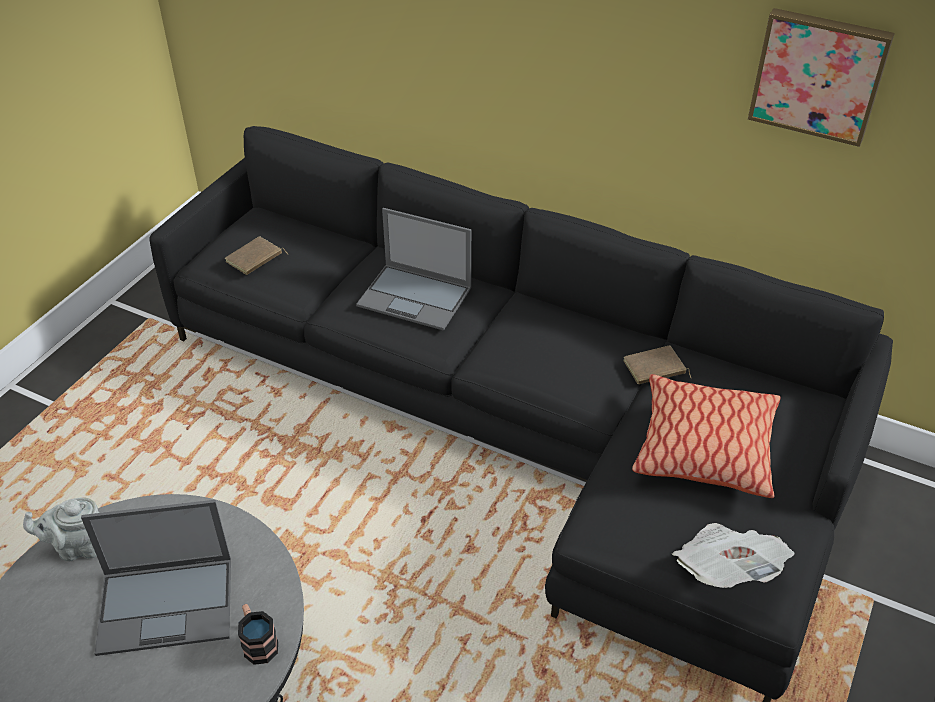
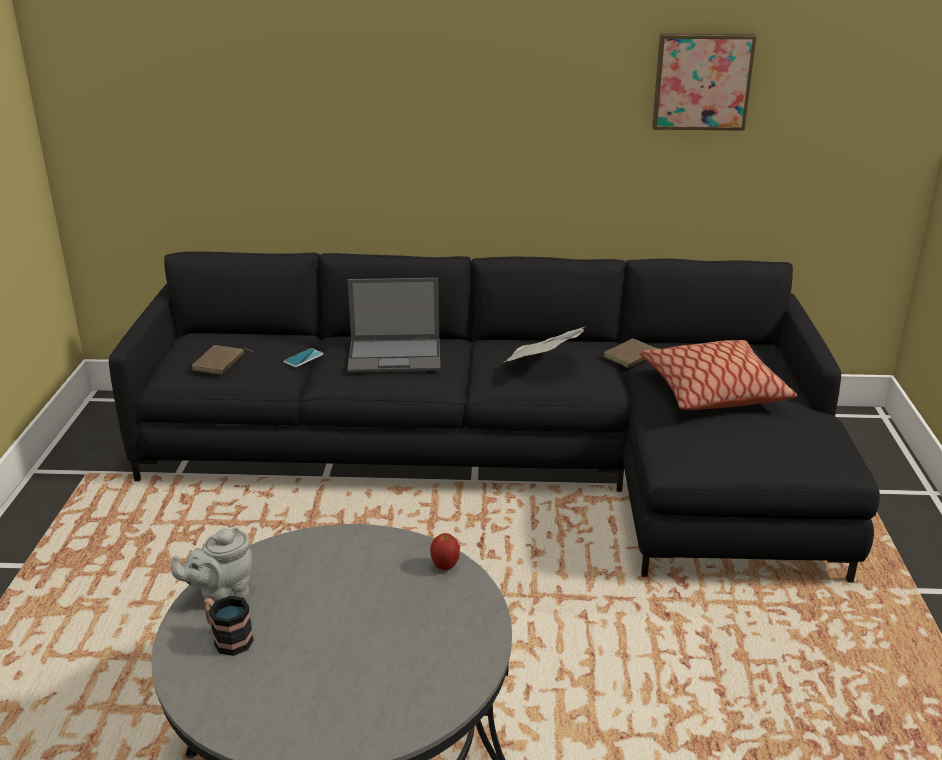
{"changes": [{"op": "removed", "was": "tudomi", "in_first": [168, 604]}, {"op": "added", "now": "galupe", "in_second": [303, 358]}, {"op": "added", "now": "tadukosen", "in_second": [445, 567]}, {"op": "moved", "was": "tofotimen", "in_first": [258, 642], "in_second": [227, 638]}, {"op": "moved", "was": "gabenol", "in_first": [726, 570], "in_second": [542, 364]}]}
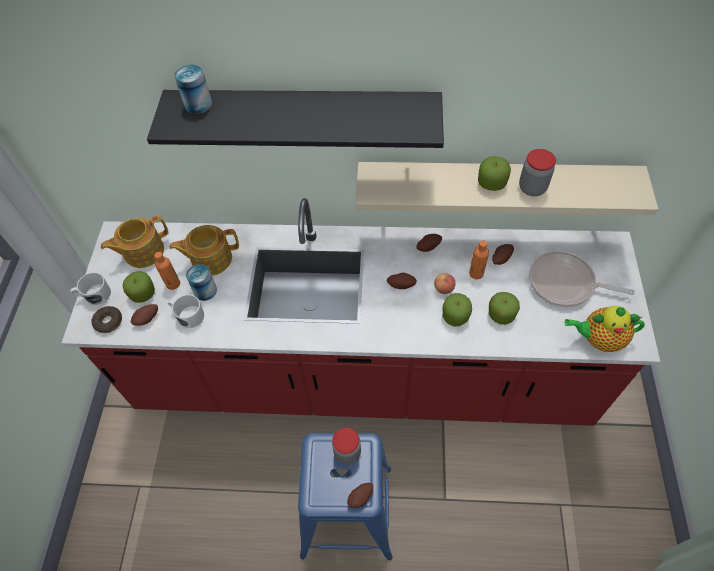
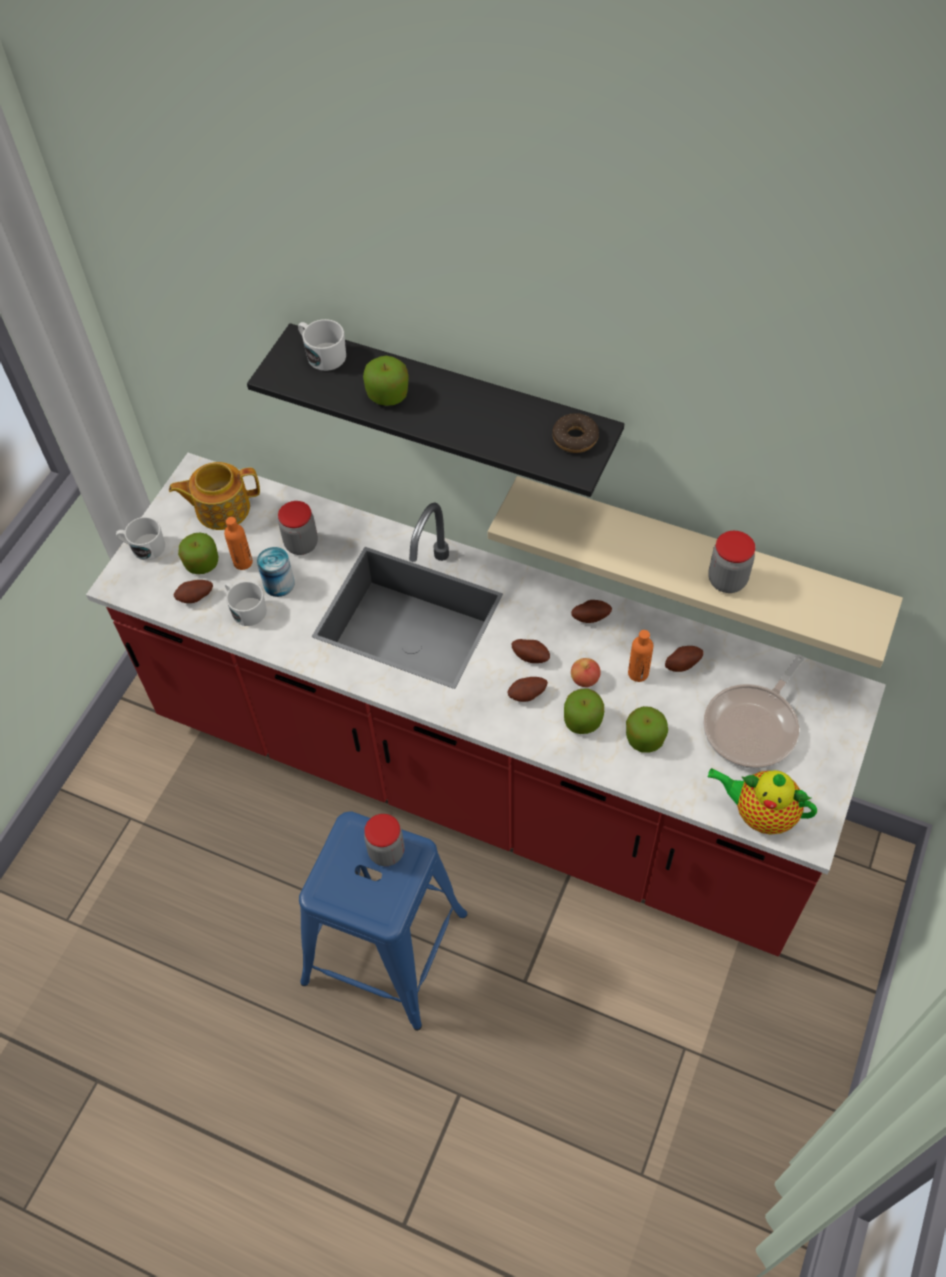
{"changes": [{"op": "moved", "was": "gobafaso", "in_first": [108, 322], "in_second": [575, 438]}, {"op": "moved", "was": "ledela", "in_first": [361, 497], "in_second": [527, 695]}, {"op": "moved", "was": "tadukosen", "in_first": [491, 183], "in_second": [388, 395]}, {"op": "replaced", "was": "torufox", "now": "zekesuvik", "in_first": [210, 259], "in_second": [301, 544]}, {"op": "replaced", "was": "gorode", "now": "white_tofotimen", "in_first": [198, 104], "in_second": [322, 355]}, {"op": "turned", "was": "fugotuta", "in_first": [565, 284], "in_second": [753, 726], "clockwise": -90}]}
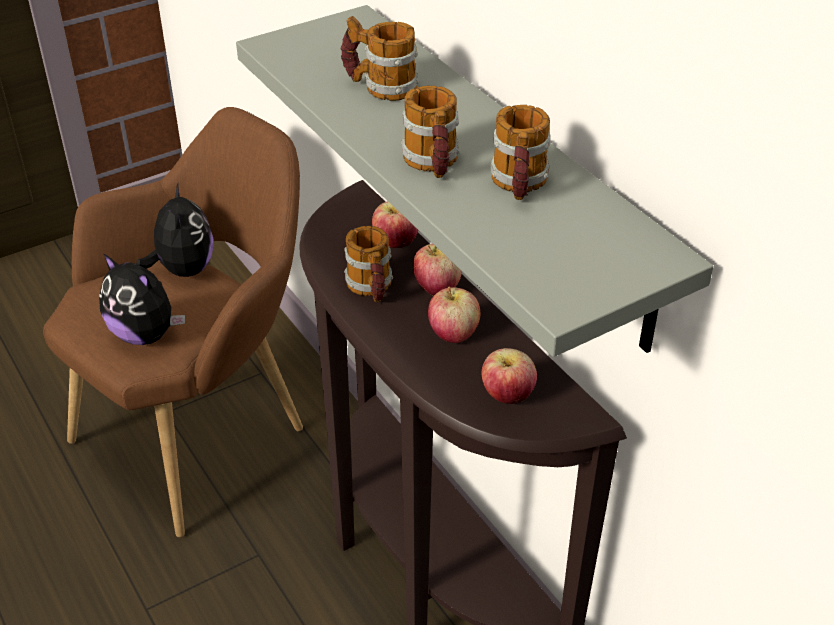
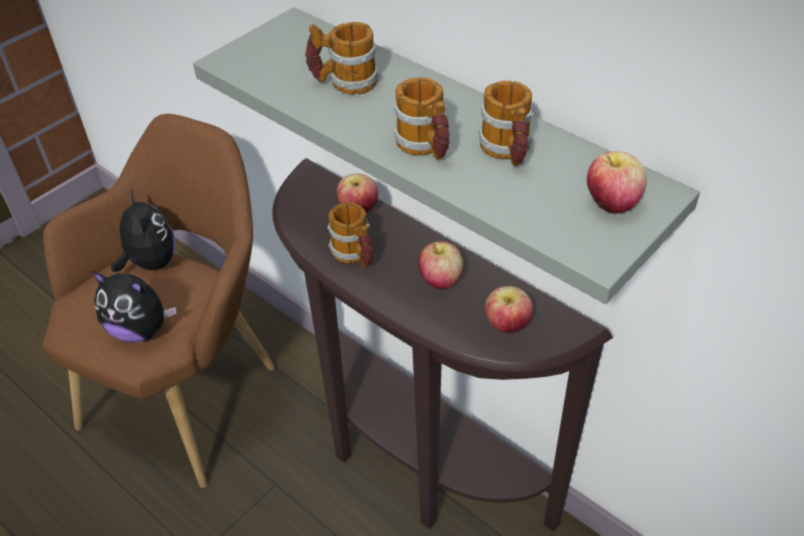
{"changes": [{"op": "moved", "was": "tadukosen", "in_first": [437, 288], "in_second": [611, 204]}]}
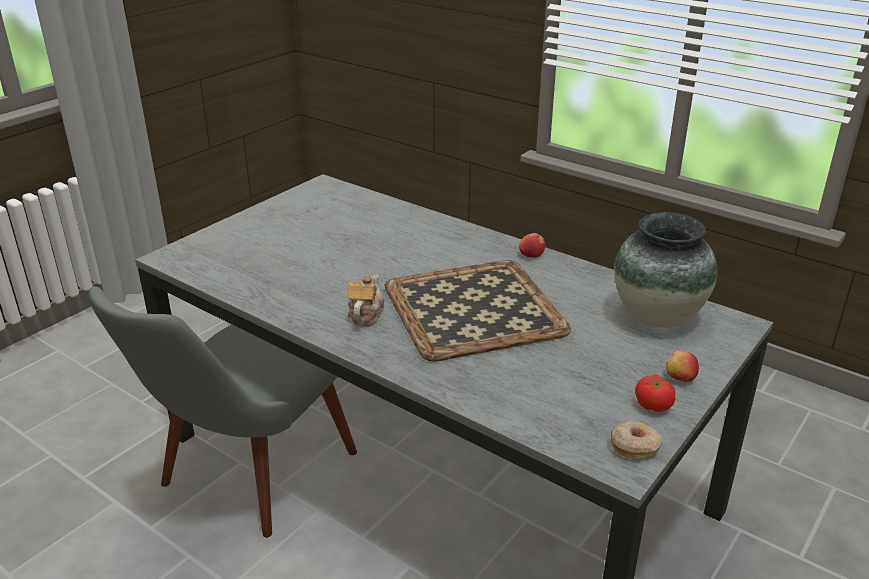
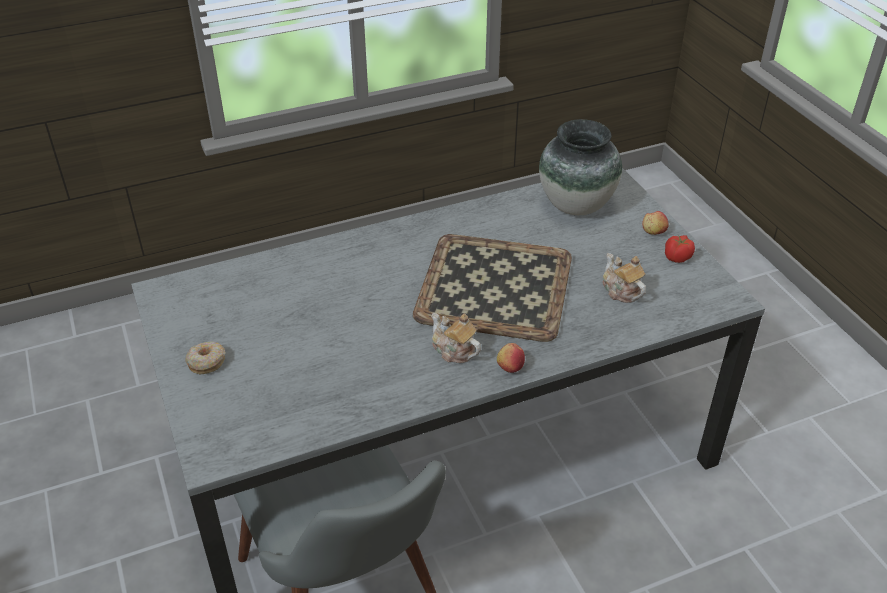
{"changes": [{"op": "added", "now": "torufox", "in_second": [621, 291]}, {"op": "moved", "was": "tadukosen", "in_first": [531, 255], "in_second": [510, 366]}, {"op": "moved", "was": "gobafaso", "in_first": [634, 446], "in_second": [206, 362]}]}
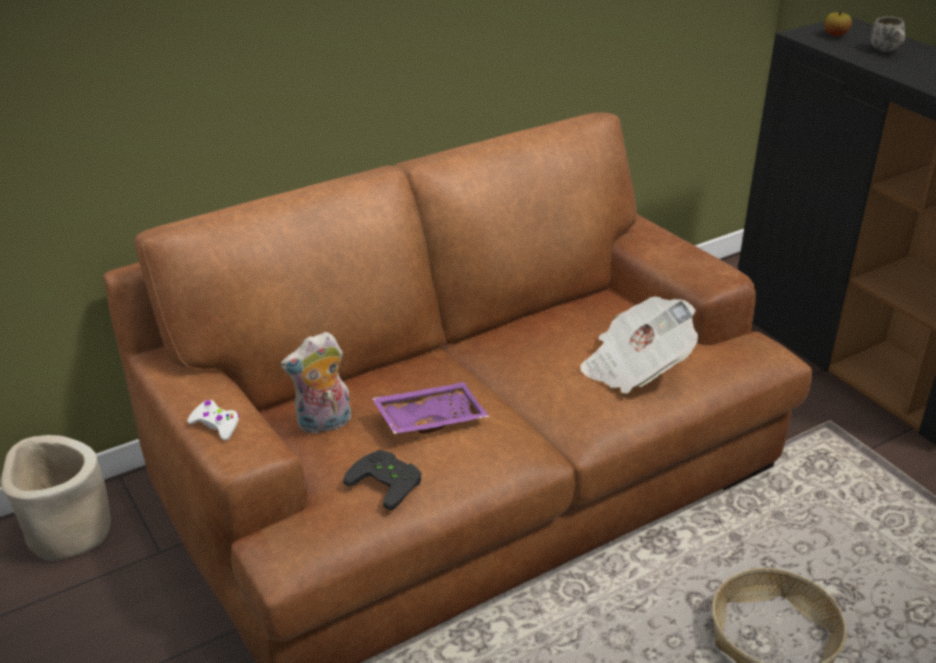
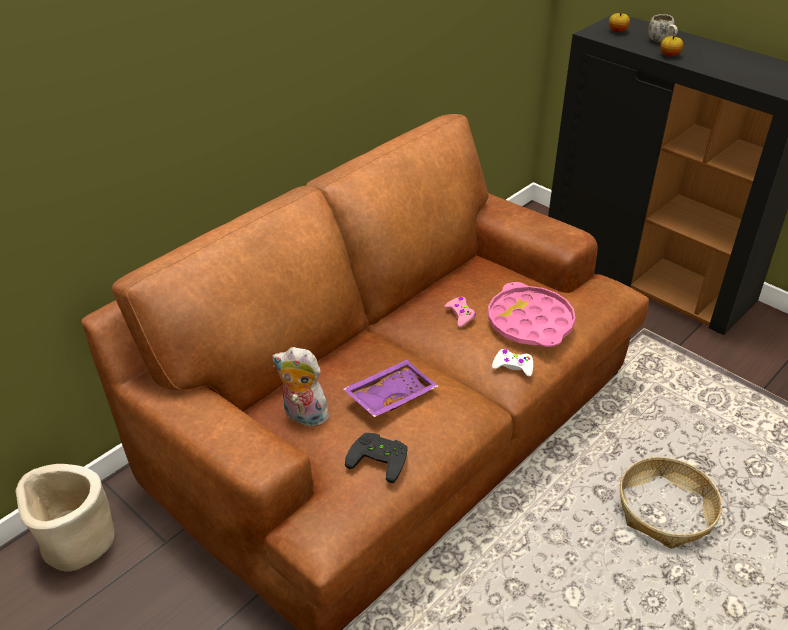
{"changes": [{"op": "added", "now": "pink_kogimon", "in_second": [460, 315]}, {"op": "added", "now": "tadukosen", "in_second": [669, 55]}, {"op": "moved", "was": "white_kogimon", "in_first": [216, 425], "in_second": [513, 366]}, {"op": "replaced", "was": "gabenol", "now": "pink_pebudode", "in_first": [635, 368], "in_second": [530, 322]}, {"op": "turned", "was": "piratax", "in_first": [323, 424], "in_second": [303, 416], "clockwise": 60}]}
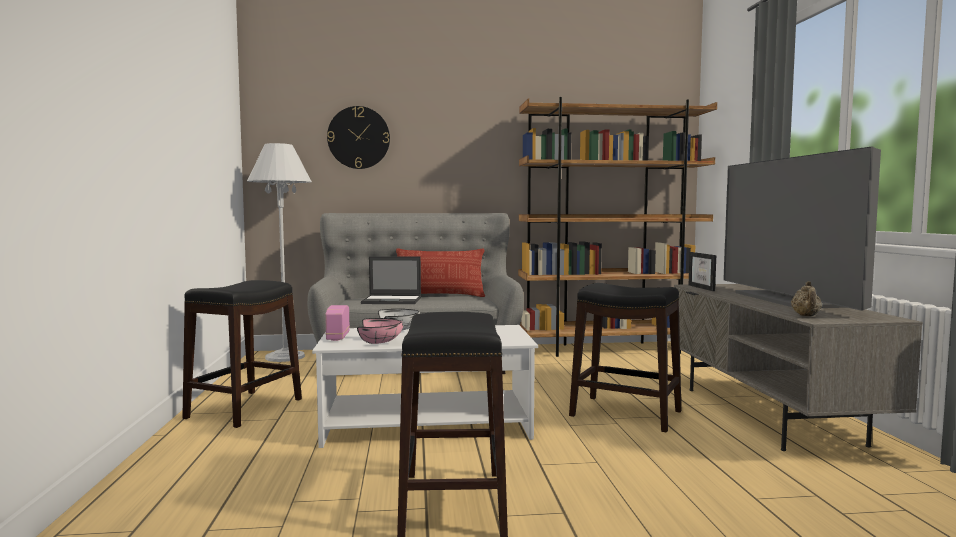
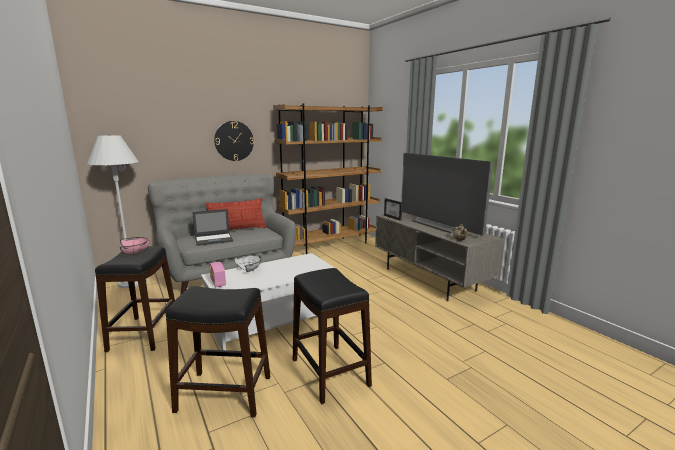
{"changes": [{"op": "moved", "was": "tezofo", "in_first": [358, 137], "in_second": [234, 141]}, {"op": "moved", "was": "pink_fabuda", "in_first": [381, 343], "in_second": [136, 253]}, {"op": "moved", "was": "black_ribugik", "in_first": [625, 413], "in_second": [224, 393]}]}
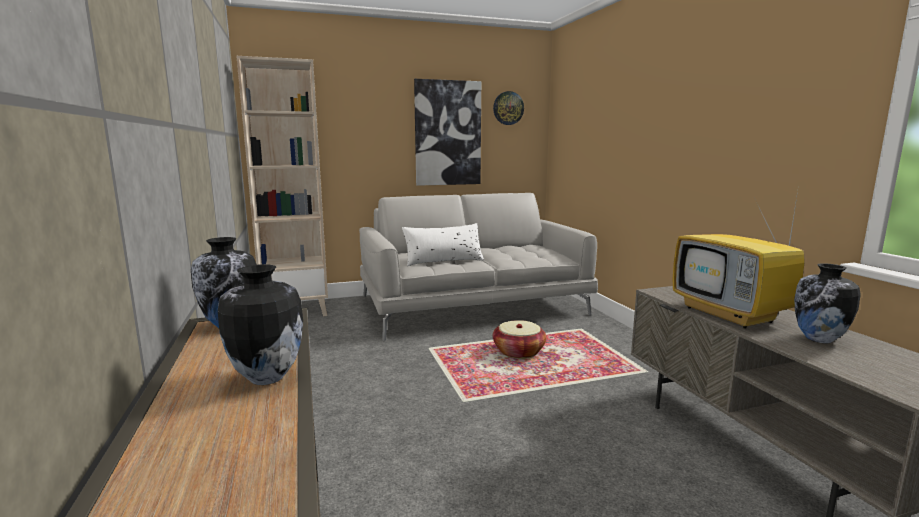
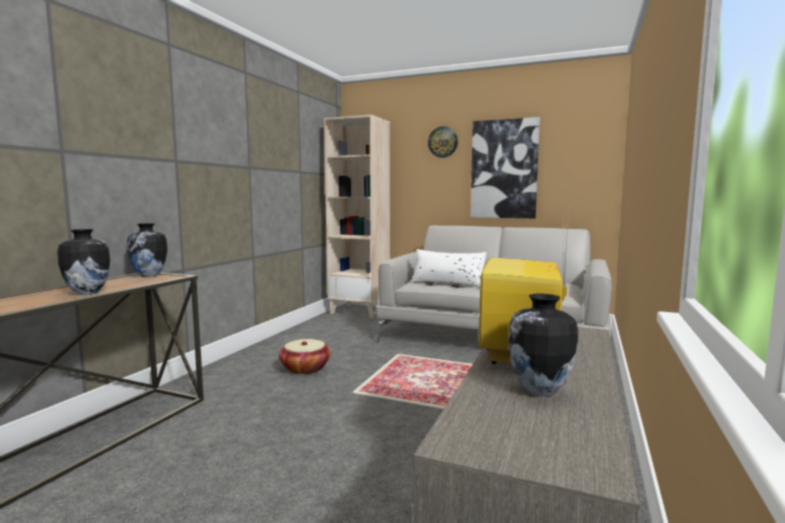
{"changes": [{"op": "moved", "was": "tezofo", "in_first": [508, 108], "in_second": [443, 142]}, {"op": "moved", "was": "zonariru", "in_first": [519, 352], "in_second": [305, 368]}]}
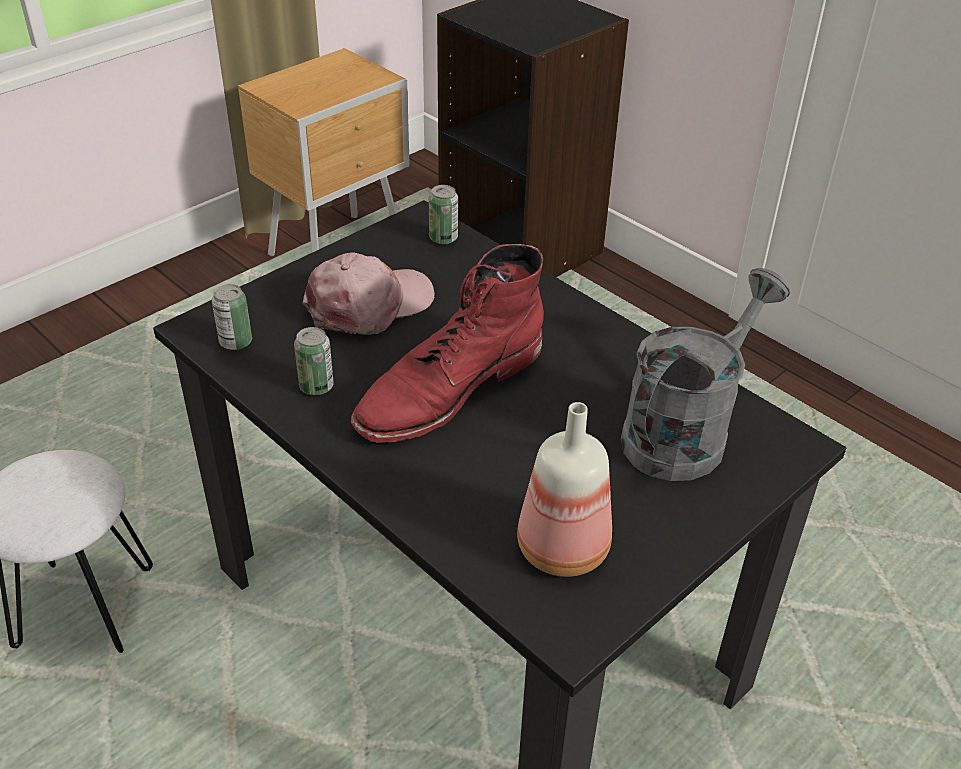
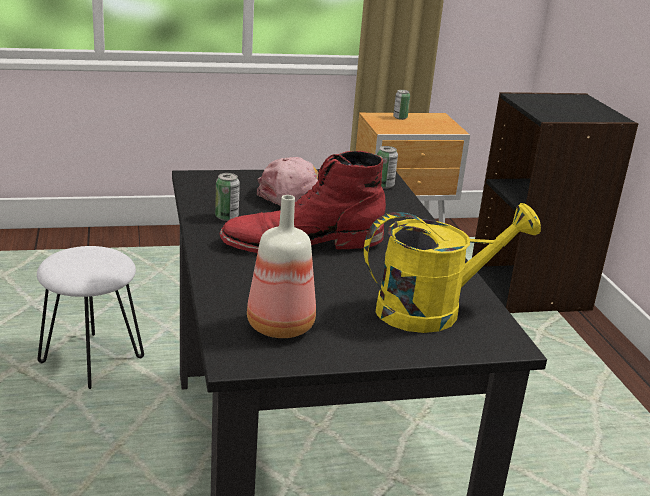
{"changes": [{"op": "moved", "was": "gorode", "in_first": [236, 342], "in_second": [400, 117]}, {"op": "recoloured", "was": "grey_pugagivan", "now": "yellow_pugagivan", "in_first": [685, 431], "in_second": [432, 310]}]}
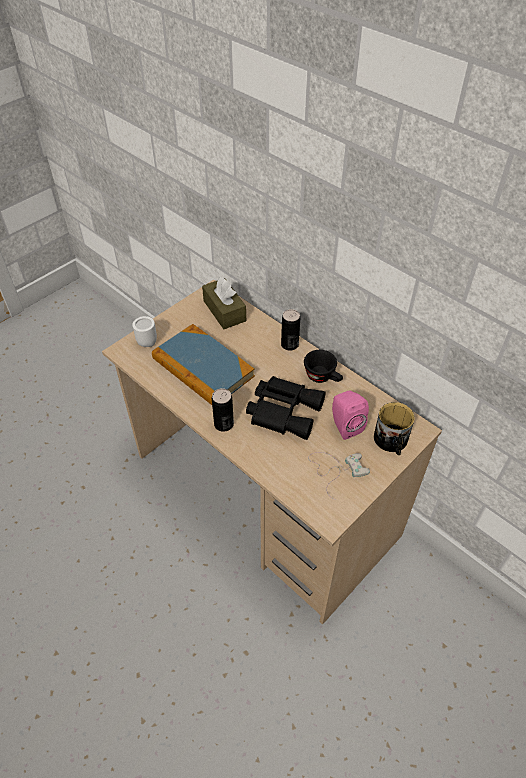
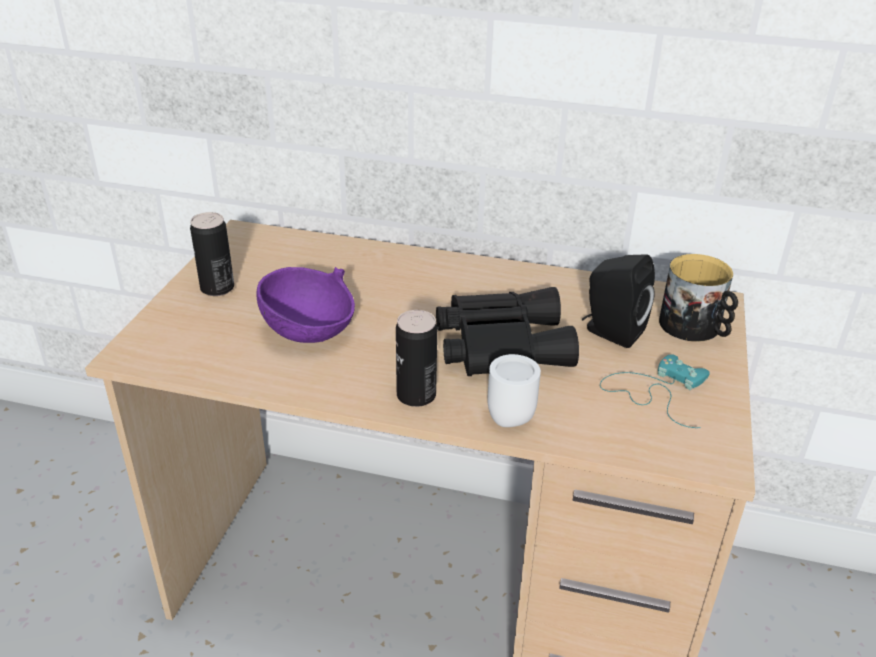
{"changes": [{"op": "removed", "was": "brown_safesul", "in_first": [224, 311]}, {"op": "removed", "was": "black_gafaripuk", "in_first": [323, 377]}, {"op": "moved", "was": "white_tofotimen", "in_first": [148, 341], "in_second": [507, 414]}, {"op": "moved", "was": "gorode", "in_first": [289, 344], "in_second": [217, 288]}, {"op": "replaced", "was": "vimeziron", "now": "purple_fabuda", "in_first": [203, 368], "in_second": [309, 332]}, {"op": "recoloured", "was": "white_kogimon", "now": "turquoise_kogimon", "in_first": [336, 469], "in_second": [655, 390]}, {"op": "recoloured", "was": "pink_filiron", "now": "black_filiron", "in_first": [344, 426], "in_second": [610, 332]}]}
